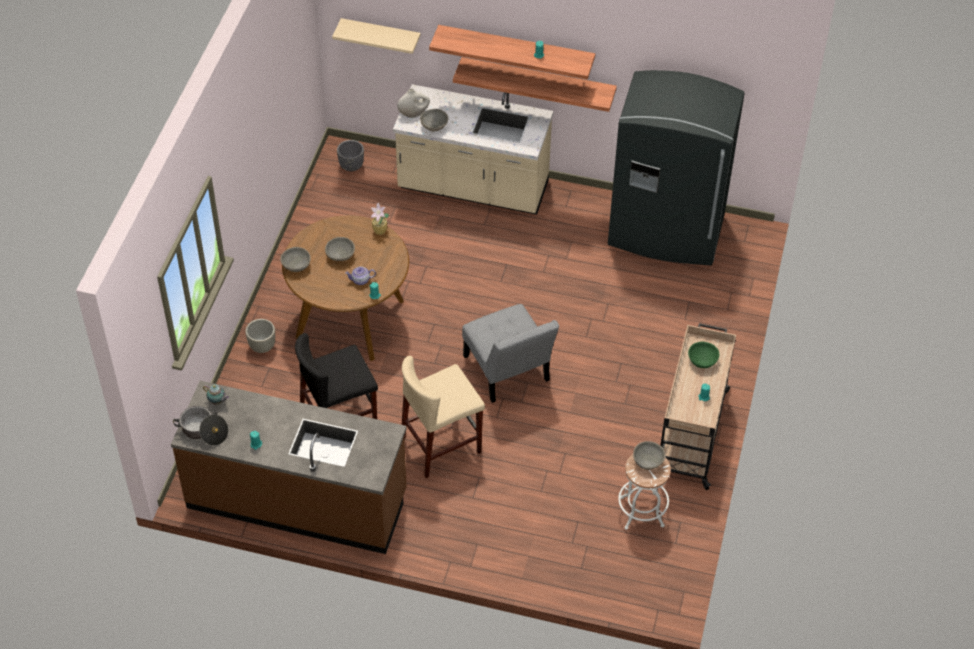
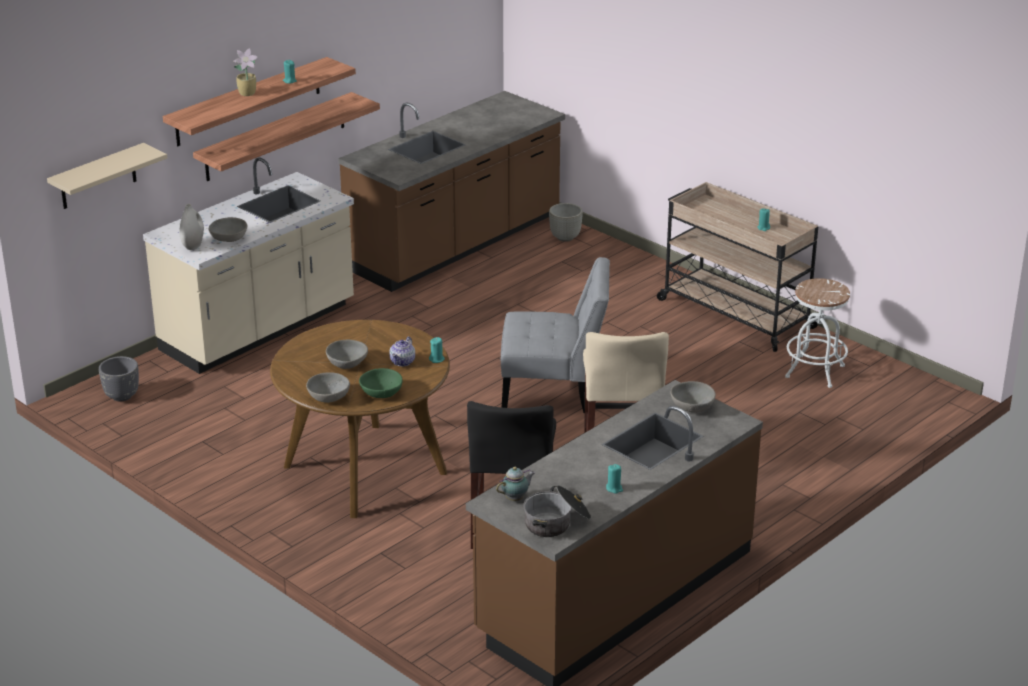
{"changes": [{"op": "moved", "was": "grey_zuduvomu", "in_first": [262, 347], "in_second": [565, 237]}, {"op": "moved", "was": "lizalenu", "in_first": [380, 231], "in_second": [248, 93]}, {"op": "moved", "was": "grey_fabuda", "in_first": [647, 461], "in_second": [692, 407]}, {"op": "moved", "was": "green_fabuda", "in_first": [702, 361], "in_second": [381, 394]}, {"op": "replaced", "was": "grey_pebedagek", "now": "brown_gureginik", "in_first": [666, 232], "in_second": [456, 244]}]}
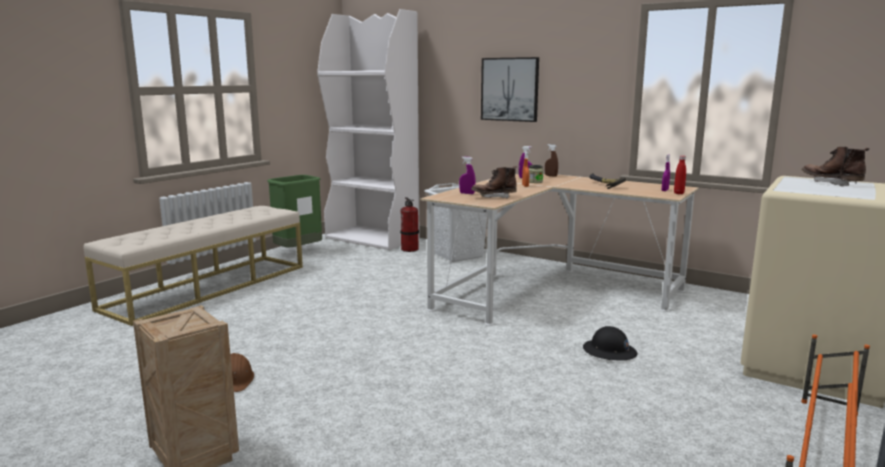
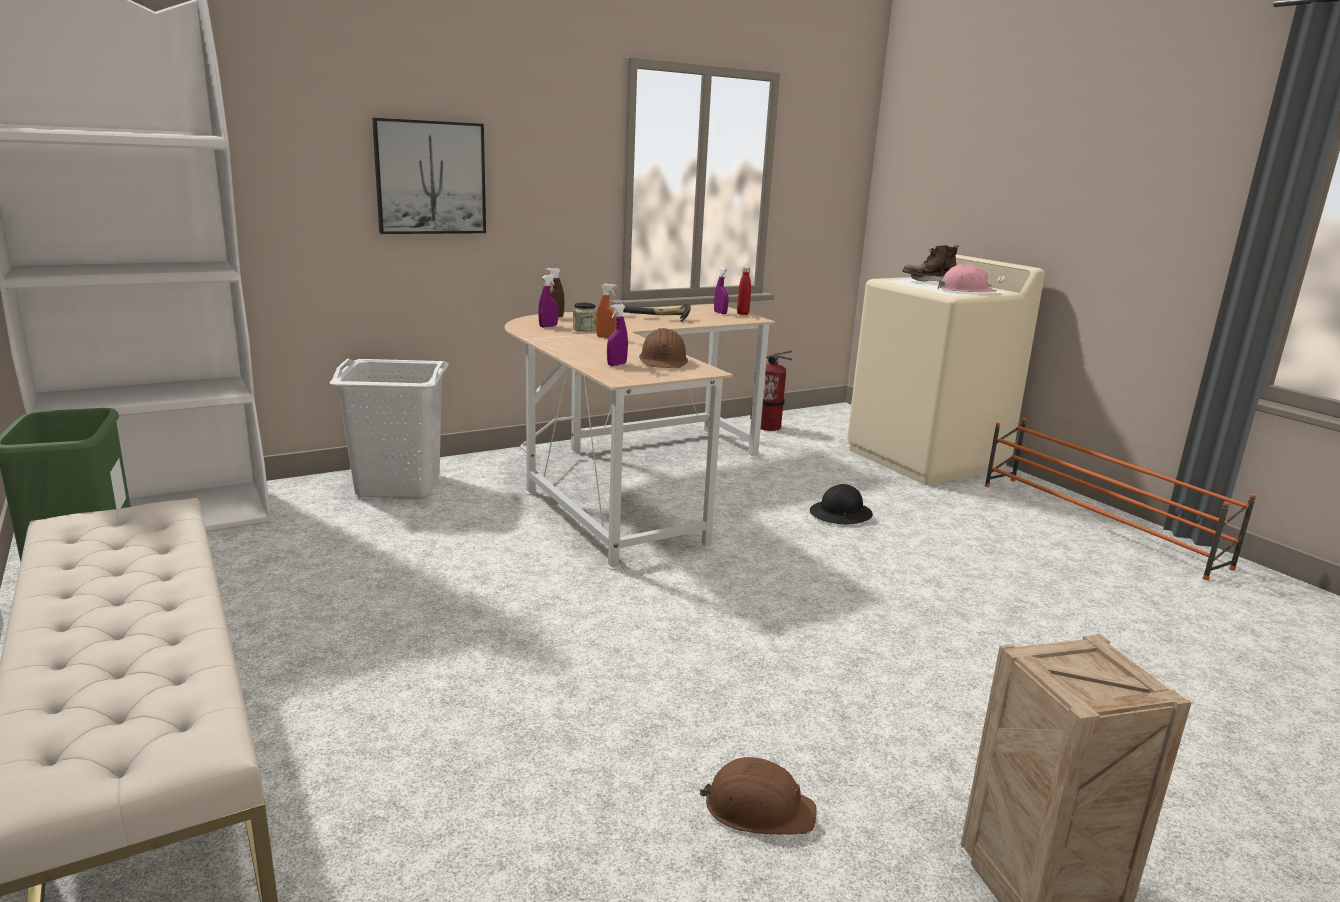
{"changes": [{"op": "added", "now": "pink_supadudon", "in_second": [965, 290]}, {"op": "moved", "was": "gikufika", "in_first": [410, 249], "in_second": [768, 426]}, {"op": "replaced", "was": "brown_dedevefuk", "now": "brown_supadudon", "in_first": [494, 197], "in_second": [663, 361]}]}
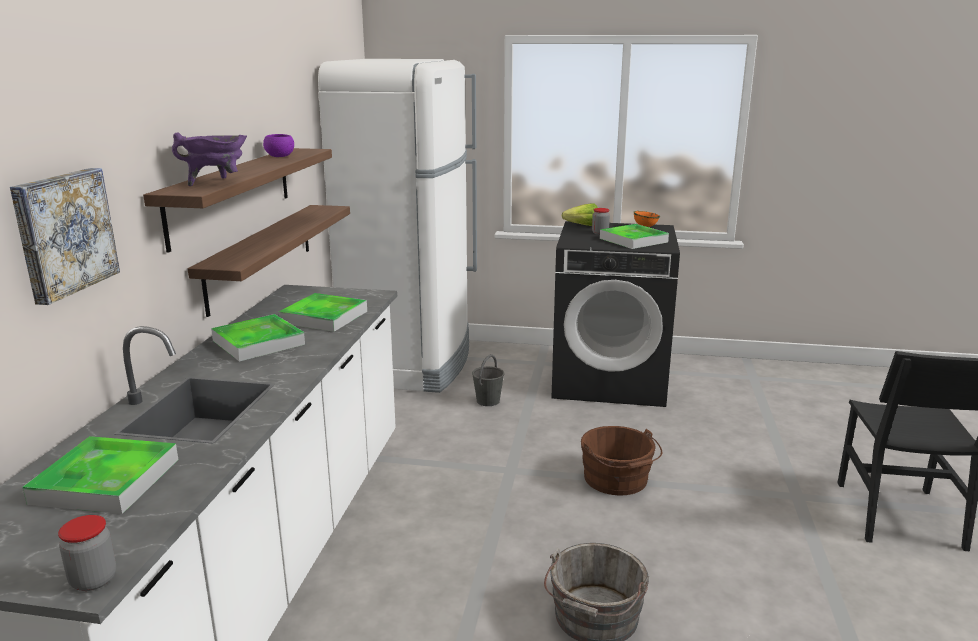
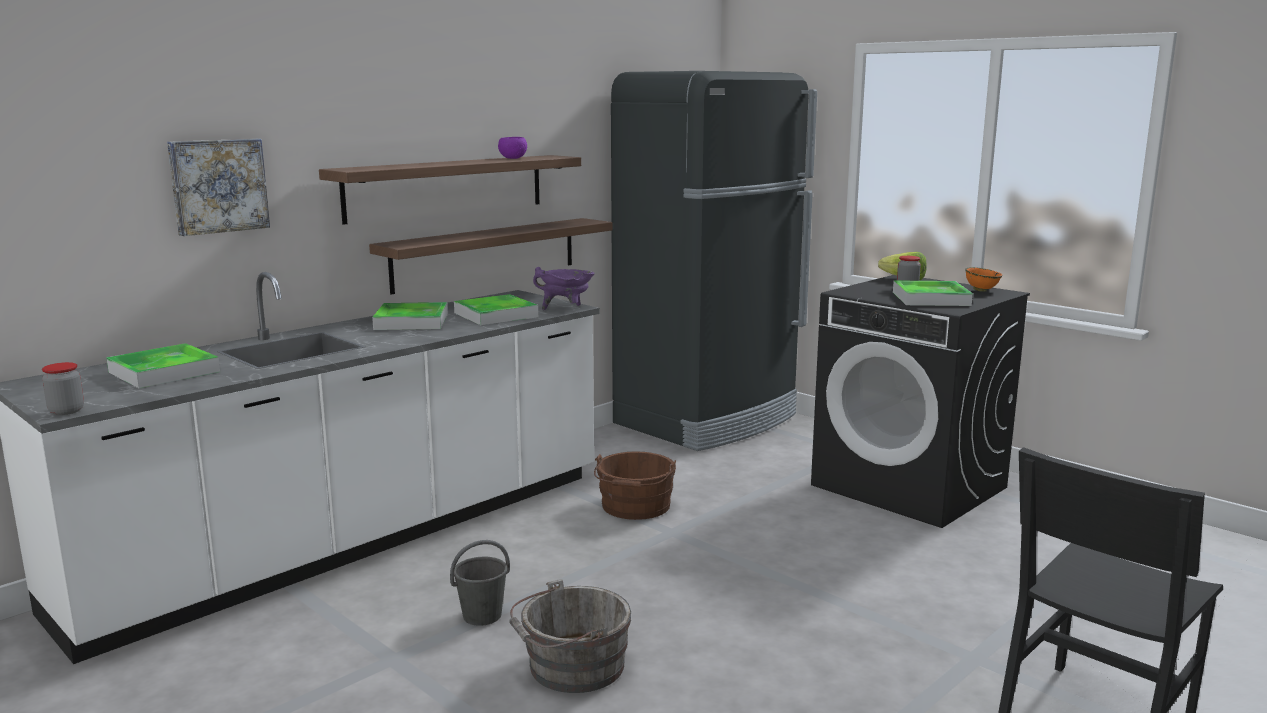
{"changes": [{"op": "moved", "was": "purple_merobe", "in_first": [217, 183], "in_second": [566, 309]}, {"op": "moved", "was": "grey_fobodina", "in_first": [488, 401], "in_second": [483, 615]}, {"op": "moved", "was": "brown_fobodina", "in_first": [617, 480], "in_second": [635, 507]}, {"op": "recoloured", "was": "white_pebedagek", "now": "black_pebedagek", "in_first": [411, 362], "in_second": [708, 420]}]}
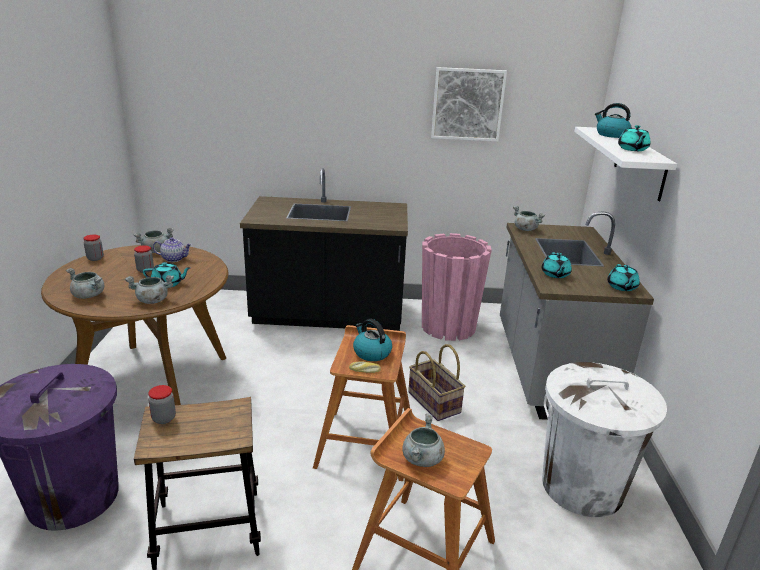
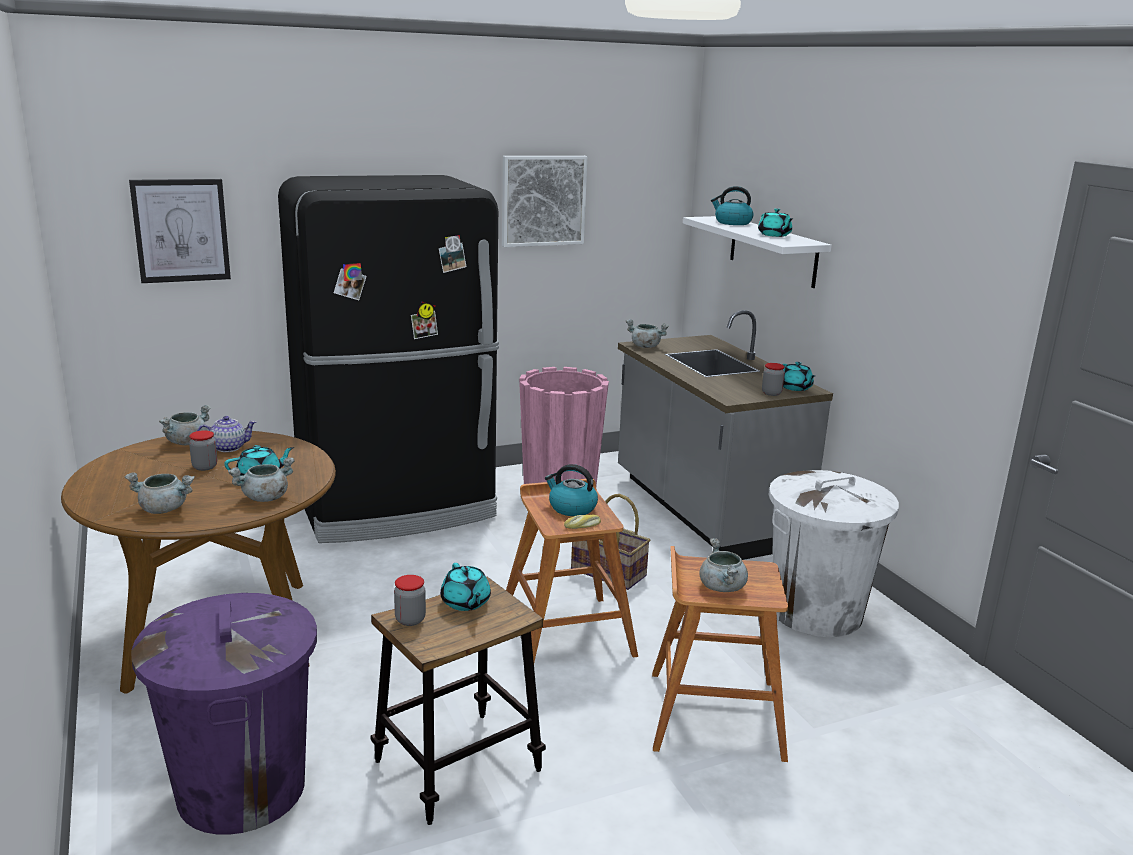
{"changes": [{"op": "added", "now": "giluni", "in_second": [181, 230]}, {"op": "moved", "was": "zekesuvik", "in_first": [95, 258], "in_second": [771, 393]}, {"op": "moved", "was": "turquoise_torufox", "in_first": [555, 274], "in_second": [465, 603]}, {"op": "replaced", "was": "black_gureginik", "now": "black_pebedagek", "in_first": [328, 316], "in_second": [398, 507]}]}
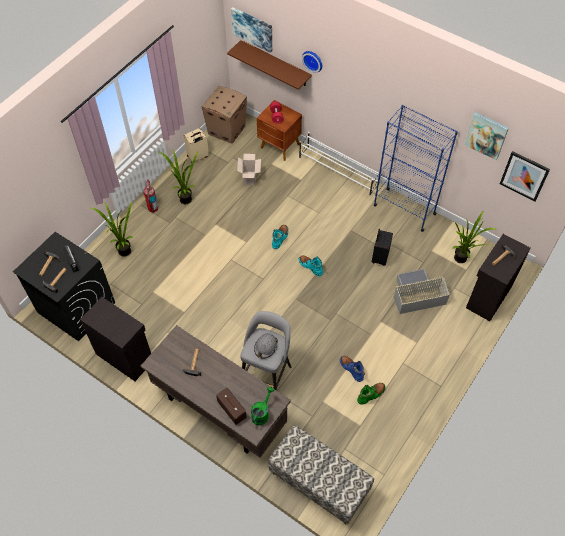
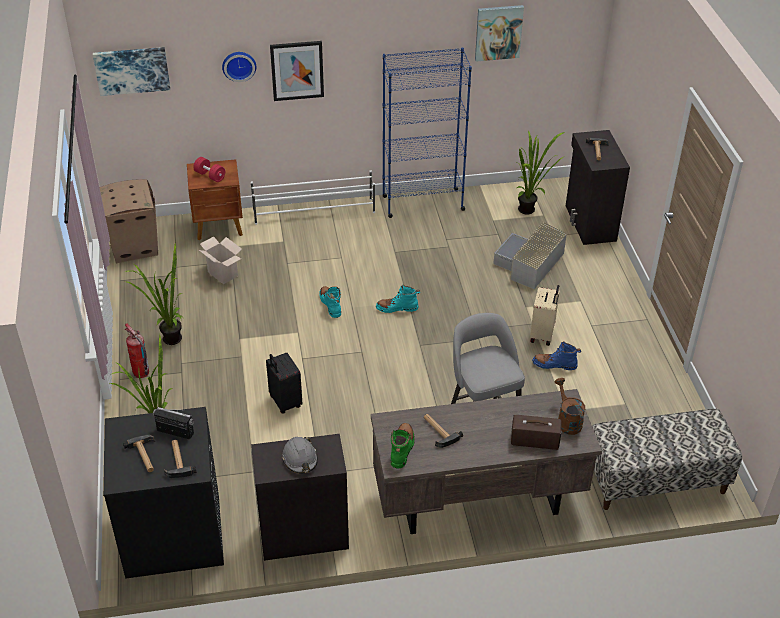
{"changes": [{"op": "removed", "was": "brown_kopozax", "in_first": [275, 64]}, {"op": "moved", "was": "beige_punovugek", "in_first": [198, 157], "in_second": [543, 335]}, {"op": "moved", "was": "grey_supadudon", "in_first": [265, 347], "in_second": [300, 459]}, {"op": "moved", "was": "green_dedevefuk", "in_first": [371, 394], "in_second": [402, 449]}, {"op": "moved", "was": "black_punovugek", "in_first": [379, 257], "in_second": [284, 402]}, {"op": "moved", "was": "giluni", "in_first": [524, 176], "in_second": [297, 70]}, {"op": "recoloured", "was": "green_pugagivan", "now": "brown_pugagivan", "in_first": [261, 413], "in_second": [567, 420]}]}
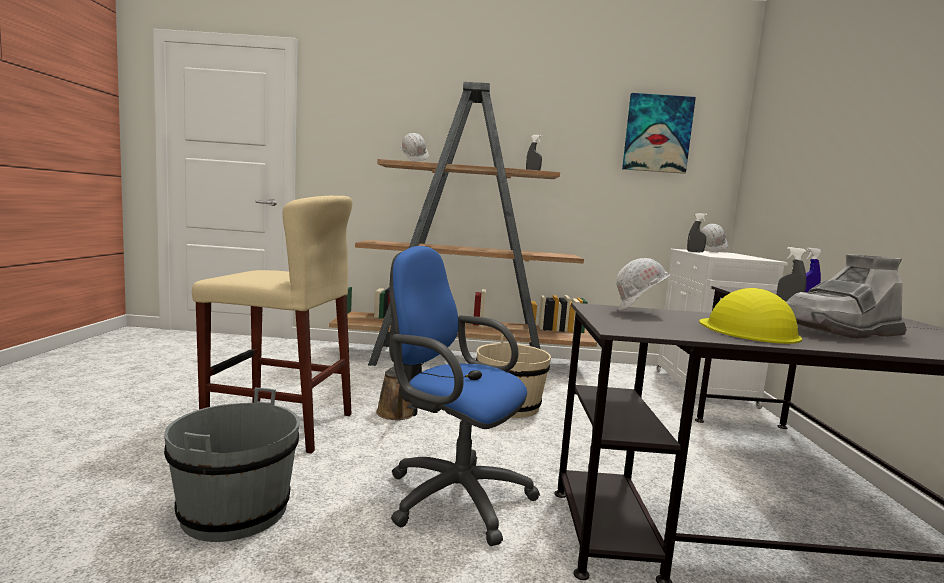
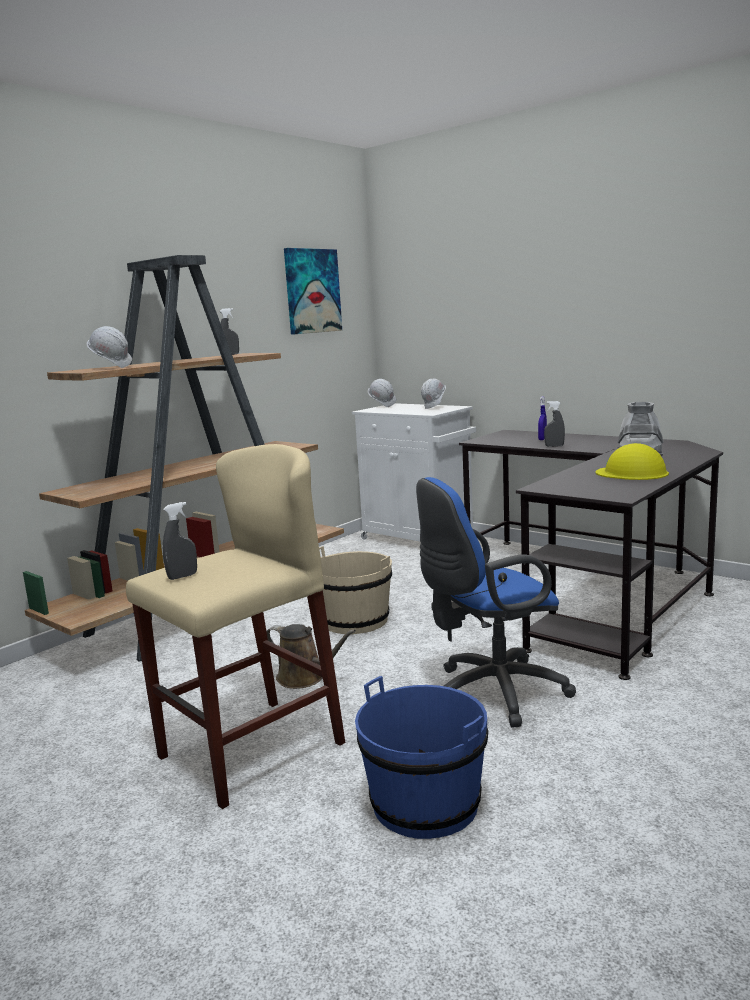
{"changes": [{"op": "moved", "was": "white_supadudon", "in_first": [639, 313], "in_second": [434, 407]}, {"op": "moved", "was": "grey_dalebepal", "in_first": [695, 252], "in_second": [182, 576]}, {"op": "recoloured", "was": "grey_fobodina", "now": "blue_fobodina", "in_first": [234, 511], "in_second": [425, 804]}]}
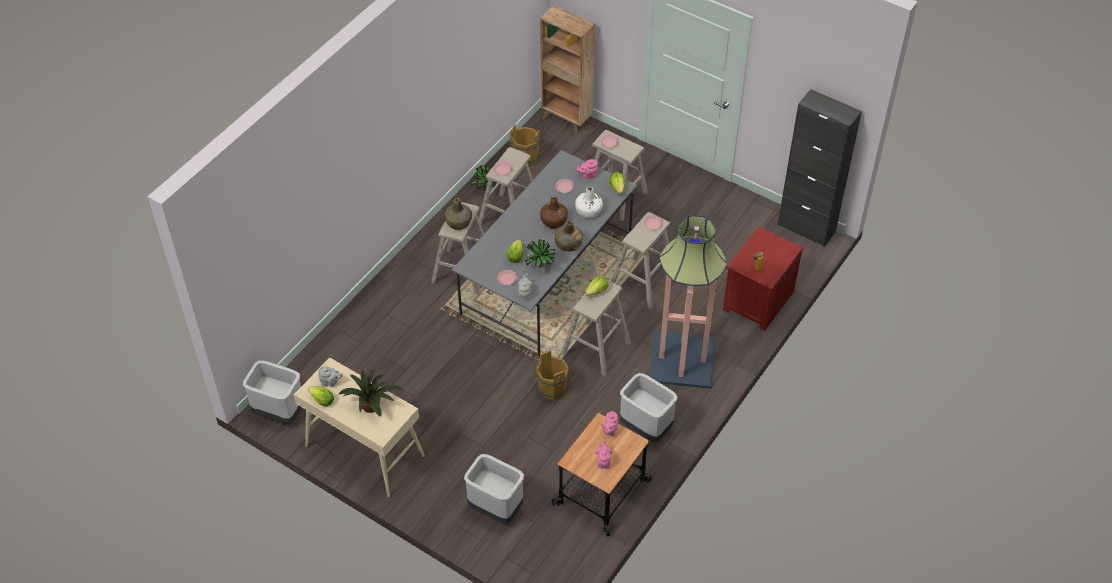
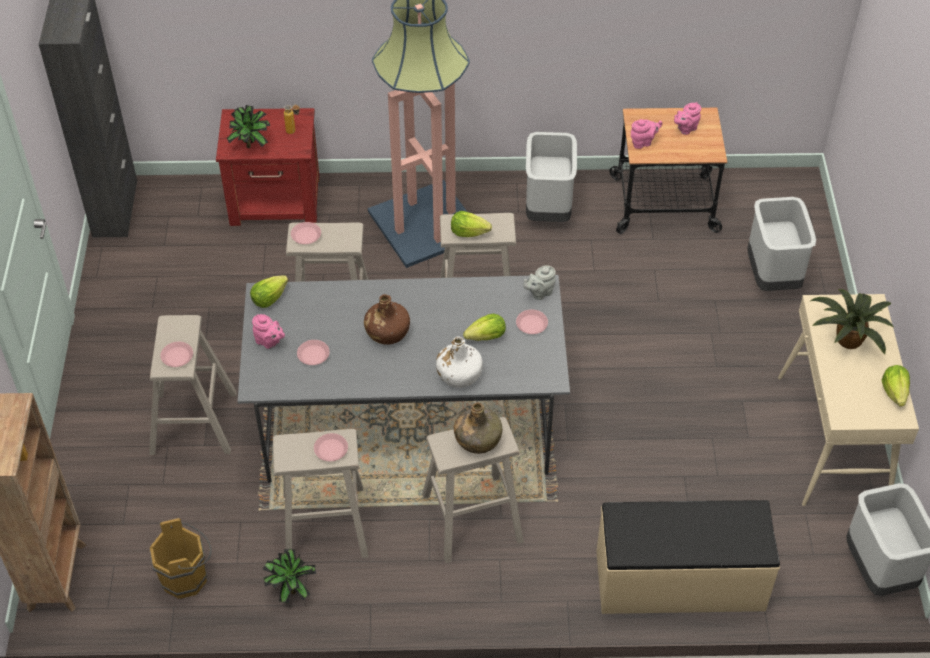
{"changes": [{"op": "removed", "was": "grey_torufox", "in_first": [330, 382]}, {"op": "removed", "was": "brown_fobodina", "in_first": [550, 390]}, {"op": "removed", "was": "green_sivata", "in_first": [568, 244]}, {"op": "added", "now": "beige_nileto", "in_second": [680, 581]}, {"op": "moved", "was": "lizalenu", "in_first": [540, 267], "in_second": [252, 146]}, {"op": "moved", "was": "white_sivata", "in_first": [589, 211], "in_second": [459, 374]}]}
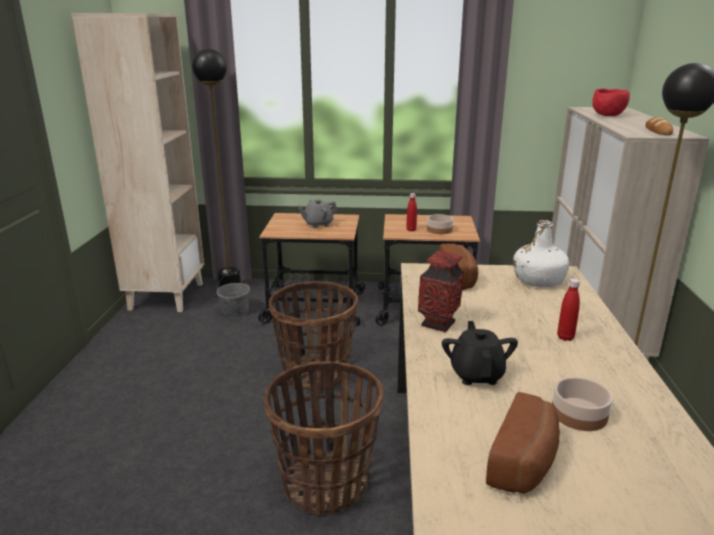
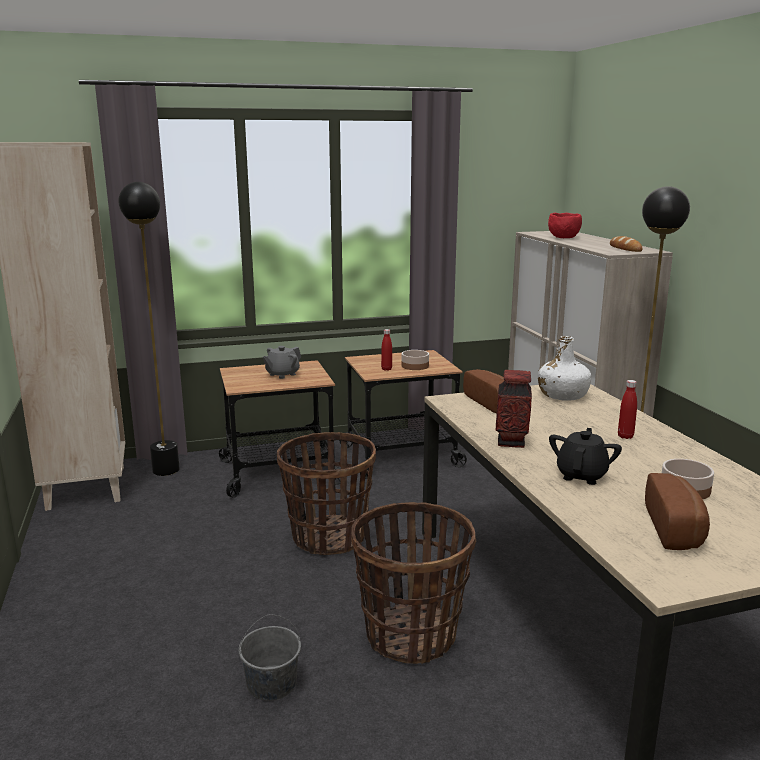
{"changes": [{"op": "moved", "was": "grey_fobodina", "in_first": [235, 311], "in_second": [271, 683]}, {"op": "turned", "was": "black_torufox", "in_first": [476, 374], "in_second": [581, 475], "clockwise": 45}]}
